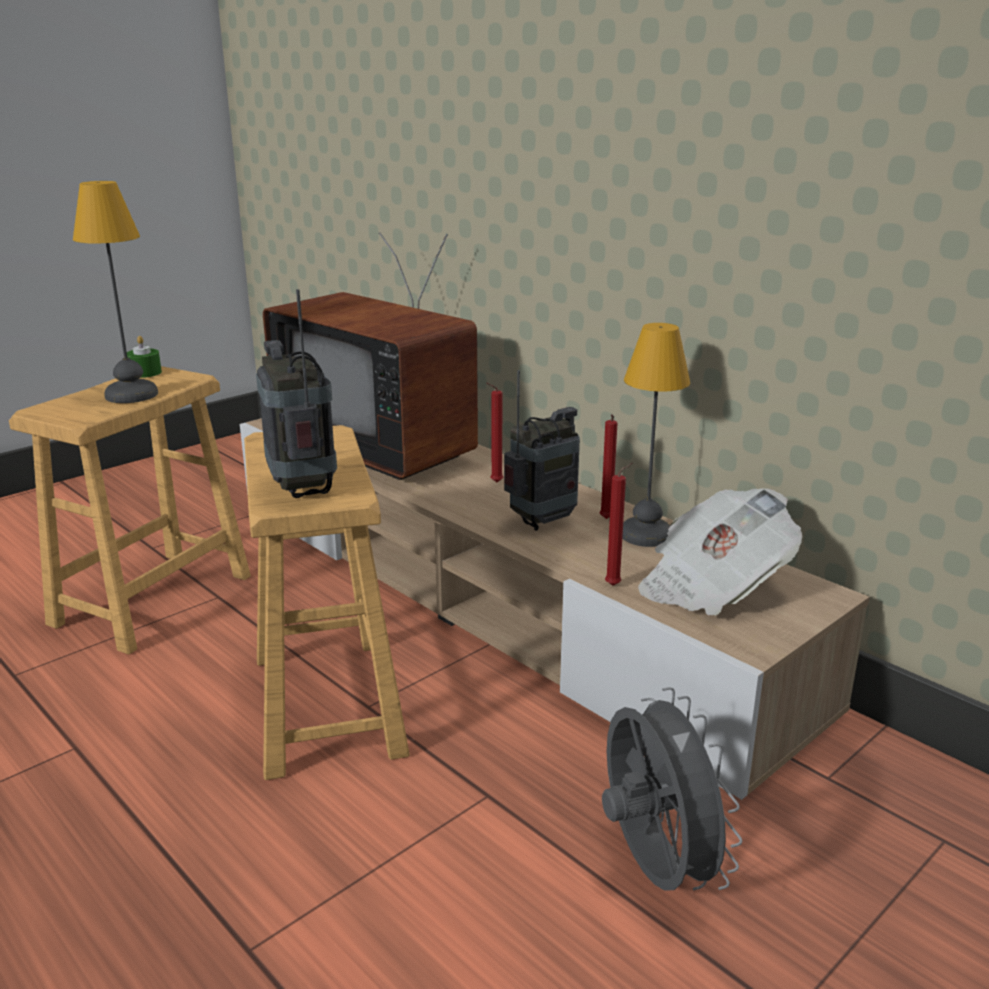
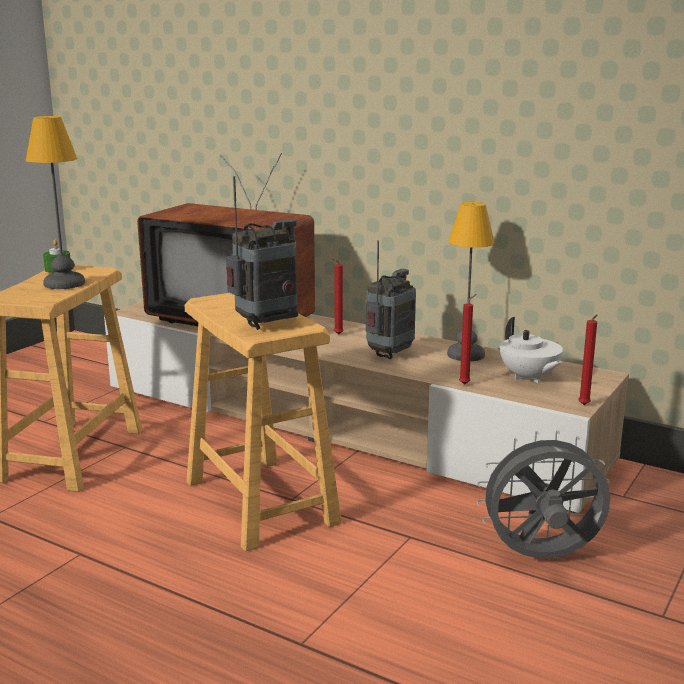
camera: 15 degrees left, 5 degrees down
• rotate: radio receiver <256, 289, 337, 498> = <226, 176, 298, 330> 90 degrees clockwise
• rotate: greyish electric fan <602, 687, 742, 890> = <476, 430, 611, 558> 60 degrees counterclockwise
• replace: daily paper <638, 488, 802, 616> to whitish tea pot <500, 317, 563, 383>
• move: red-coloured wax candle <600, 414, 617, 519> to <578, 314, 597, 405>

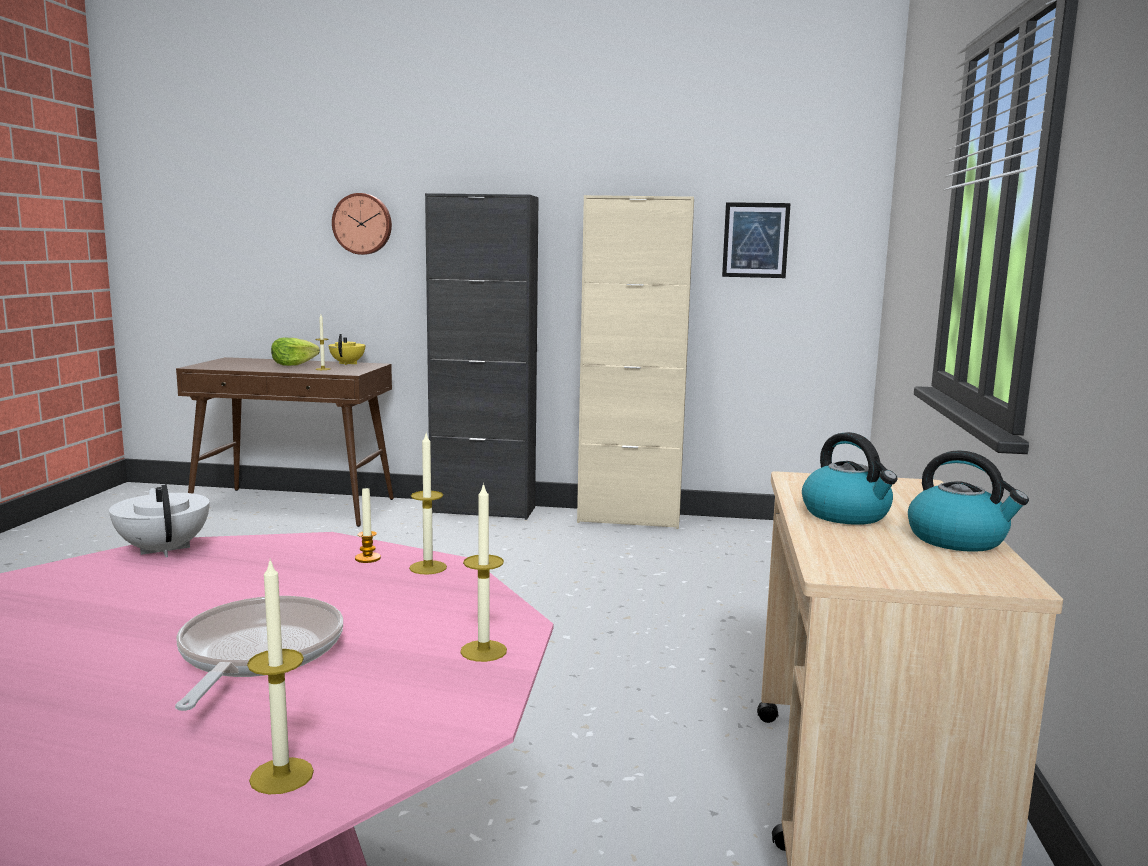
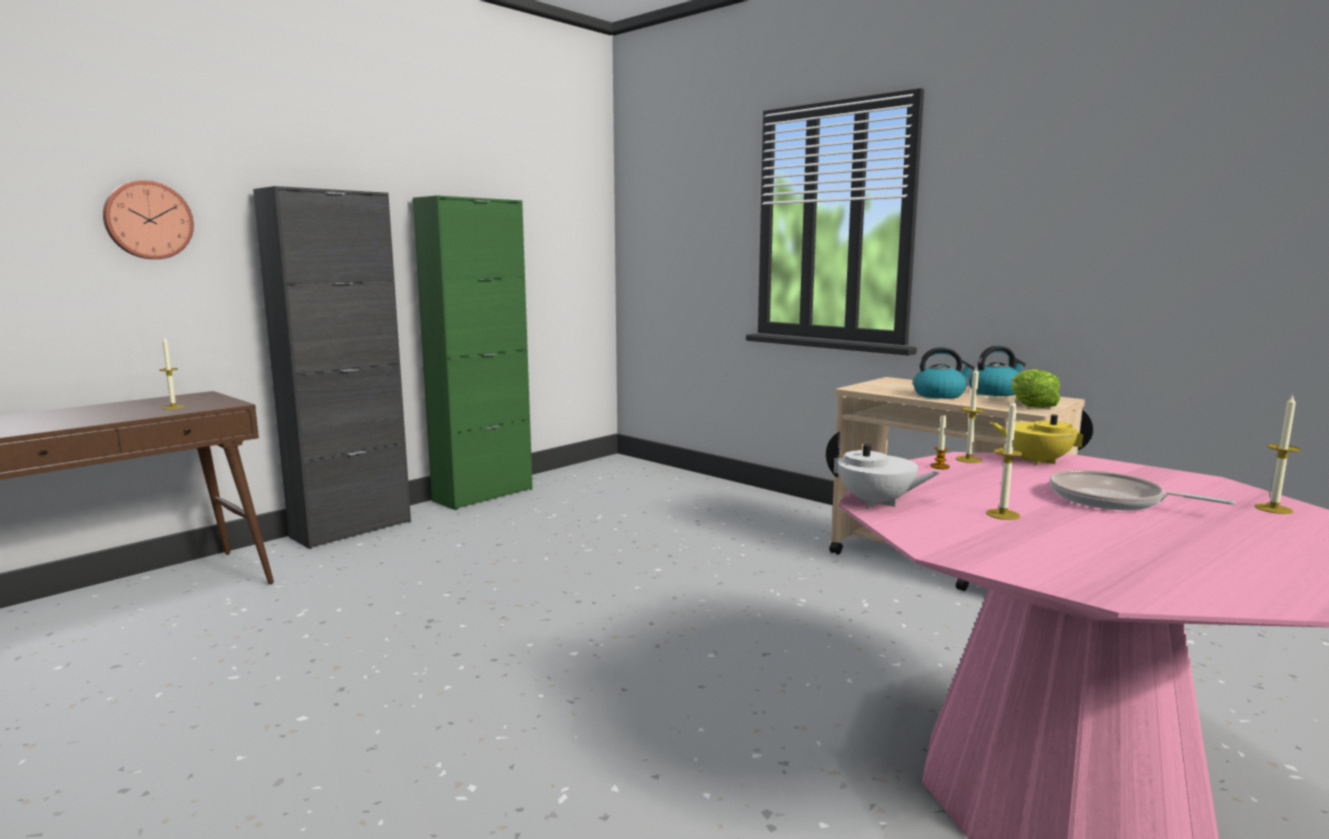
camera: 55 degrees left, 0 degrees up
• recolor: beige-coloured cabinet <577, 195, 694, 529> to greenish cabinet <413, 195, 533, 510>
• rotate: whitish tea pot <109, 484, 210, 557> = <826, 432, 939, 508> 150 degrees counterclockwise
• move: wax candle <460, 482, 507, 662> to <986, 399, 1024, 520>
• move: yellowish tea pot <329, 334, 365, 365> to <990, 410, 1093, 465>
• move: lettuce head <271, 338, 320, 366> to <1012, 369, 1060, 408>
• delete: wall art <722, 202, 791, 278>

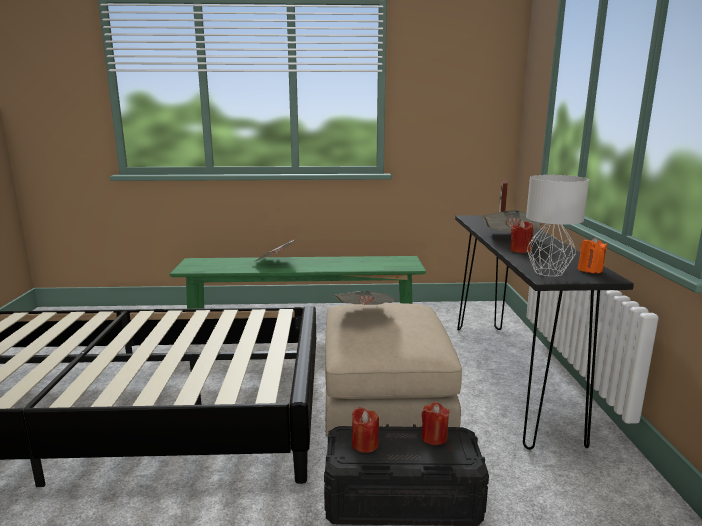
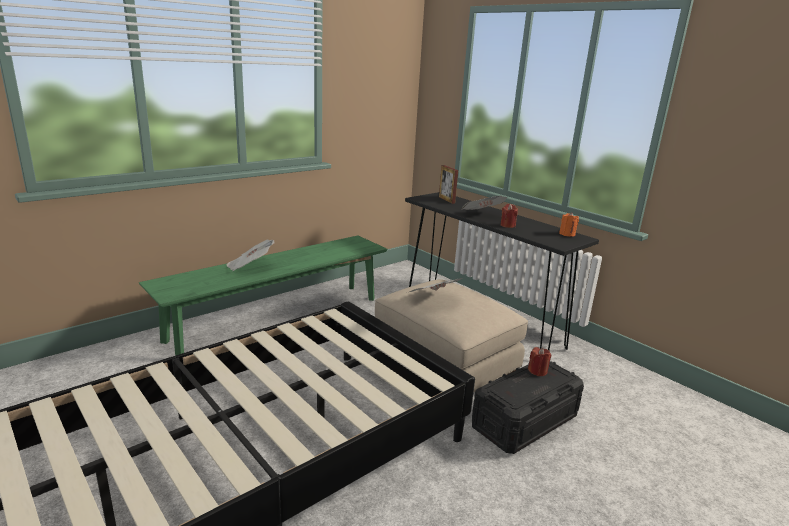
camera: 40 degrees left, 5 degrees up
• delete: red-coloured wax candle <352, 407, 379, 453>
• delete: greyish lamp for a table <526, 175, 589, 276>

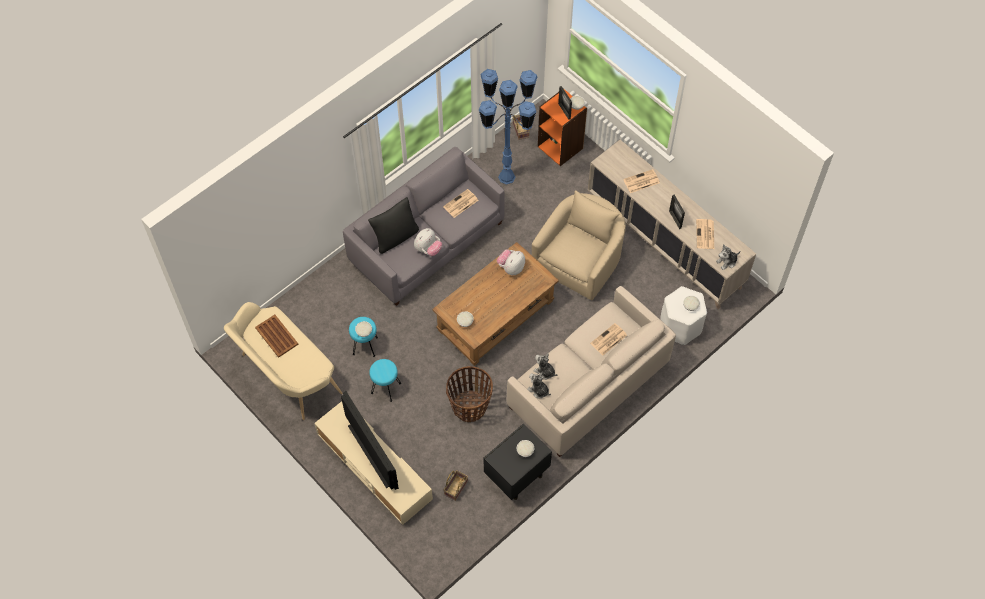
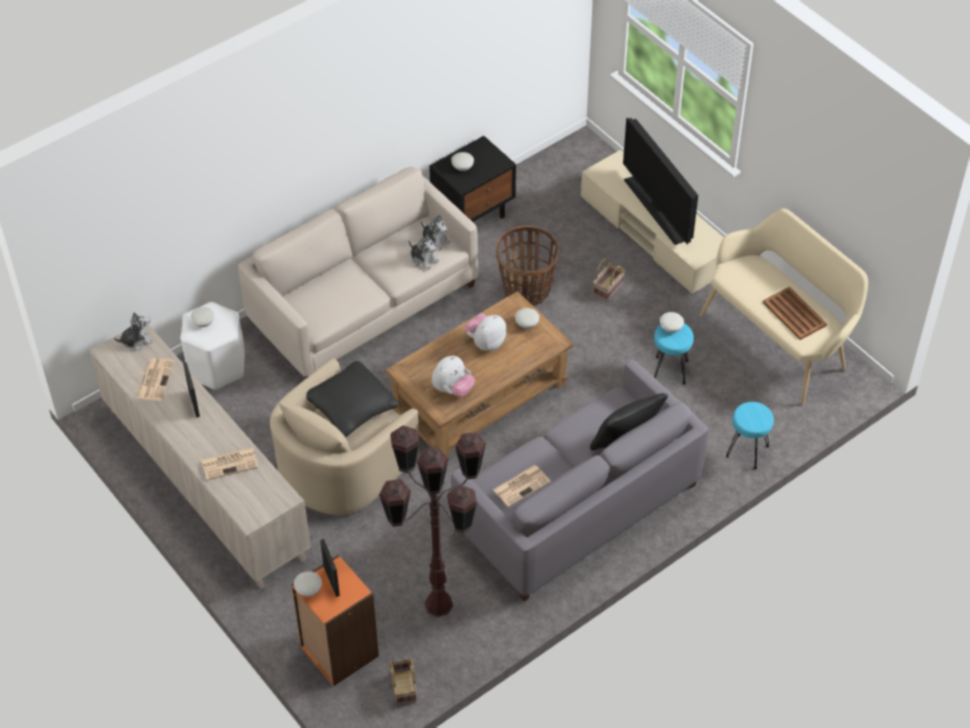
camera: 175 degrees left, 10 degrees down
• insert: black cushion <306, 361, 399, 438>
• recolor: blue standard lamp <479, 69, 537, 185> to brown-coloured standard lamp <379, 425, 486, 617>
• move: soft toy <414, 228, 442, 256> to <465, 314, 507, 351>
• move: household basket <444, 470, 468, 501> to <593, 258, 625, 302>
• move: turquoise-coloured sitting stool <369, 359, 401, 402> to <726, 402, 774, 469>
• delete: daily paper <590, 323, 627, 355>

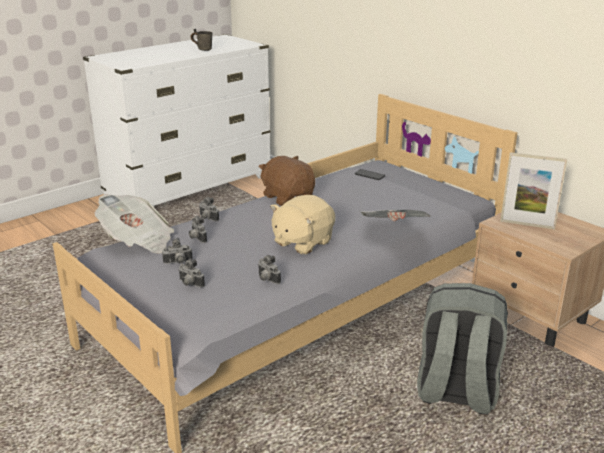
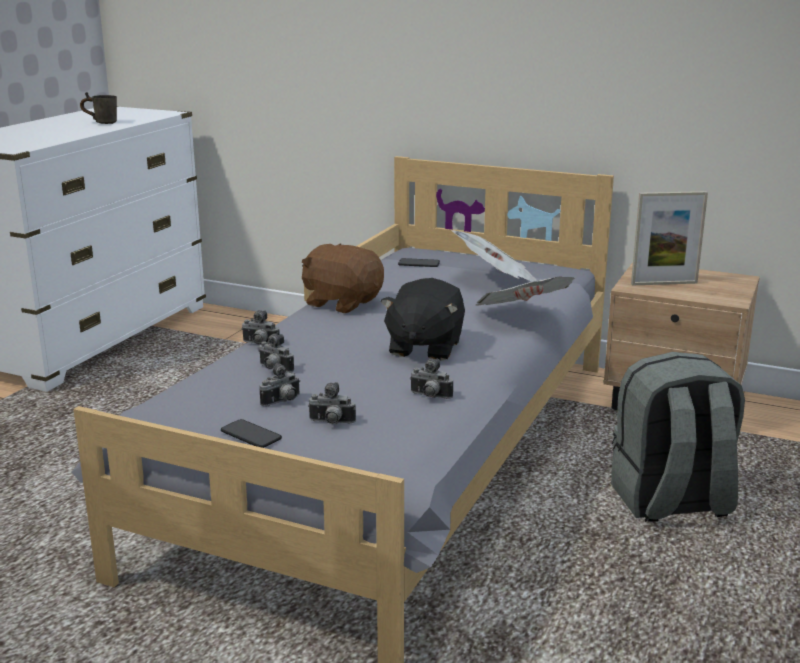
camera: 25 degrees left, 5 degrees down
• insert: handset <221, 419, 282, 448>
• recolor: beige-coloured soft toy <270, 195, 335, 255> to black soft toy <380, 278, 465, 361>
• move: daily paper <94, 194, 174, 254> to <451, 230, 538, 282>

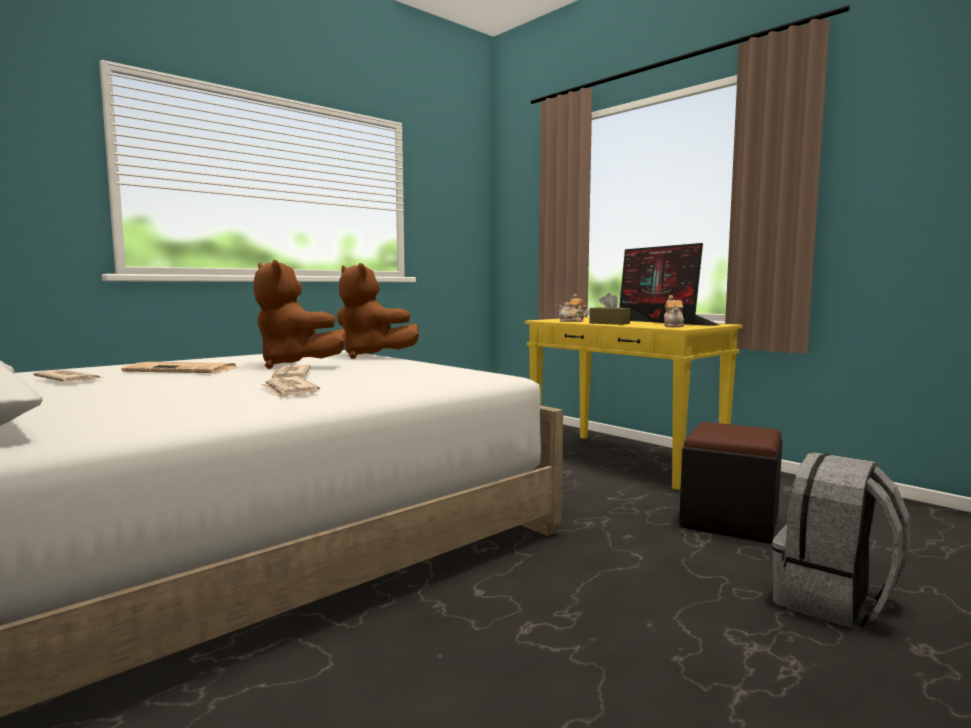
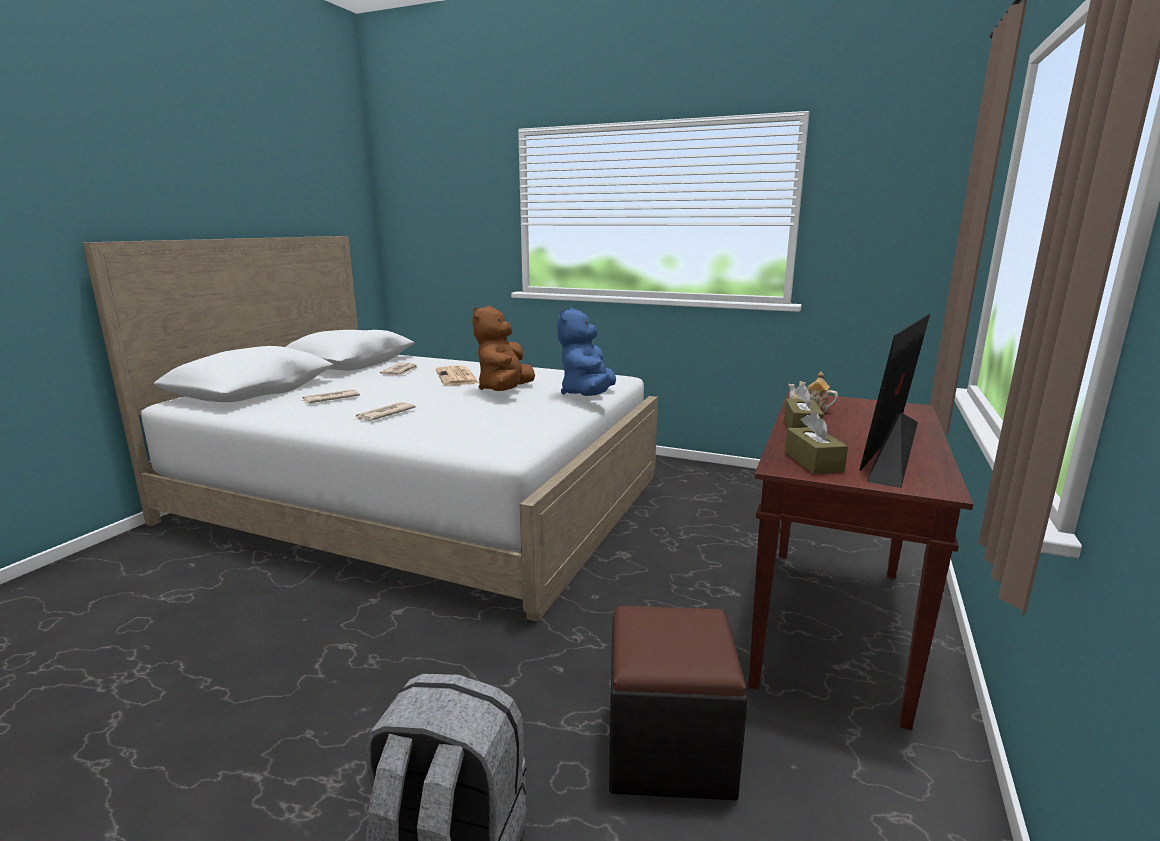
camera: 65 degrees right, 10 degrees up
• move: daily paper <271, 365, 311, 379> to <301, 389, 360, 404>
• recolor: brown-coloured soft toy <337, 263, 419, 359> to blue soft toy <557, 308, 616, 396>
• recolor: yellowish hall table <525, 317, 743, 491> to brown-coloured hall table <748, 392, 973, 730>
• replace: tea pot <664, 295, 685, 327> to brown-coloured tissue box <785, 412, 848, 474>

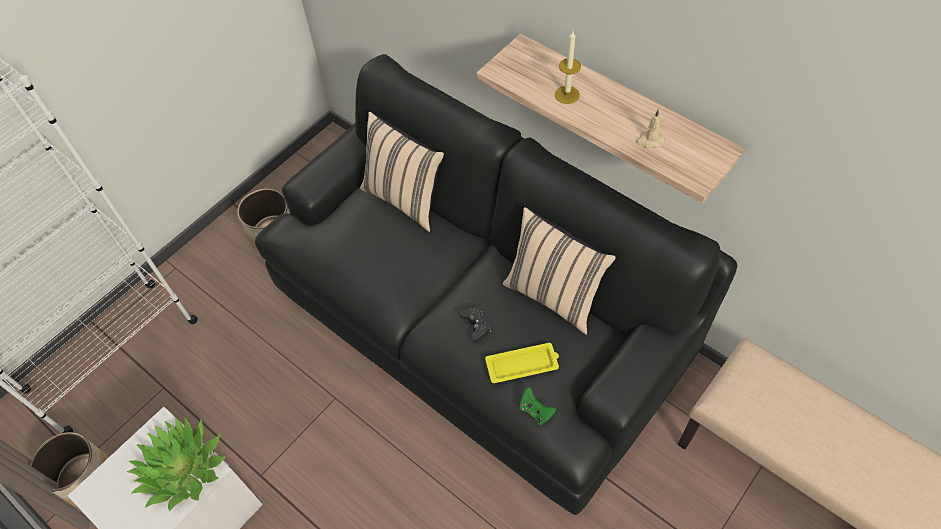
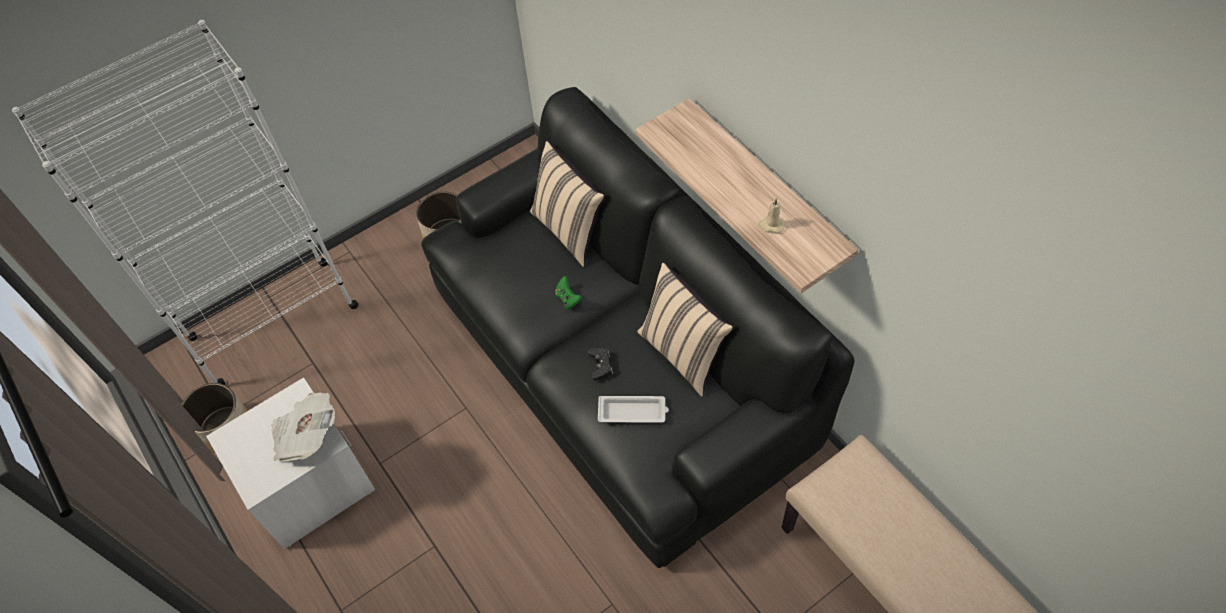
camera: 15 degrees right, 0 degrees up
• replace: houseplant <127, 417, 226, 511> to daily paper <271, 392, 335, 462>
• move: greenish game controller <519, 387, 556, 425> to <555, 276, 582, 310>
• recolor: yellowish carrying tray <485, 343, 559, 383> to whitish carrying tray <598, 396, 669, 423>
• delete: wax candle <555, 31, 581, 104>

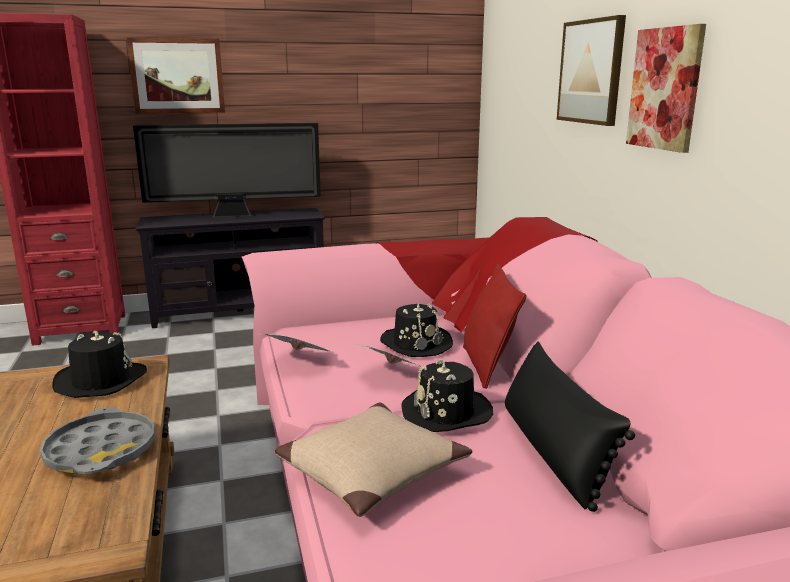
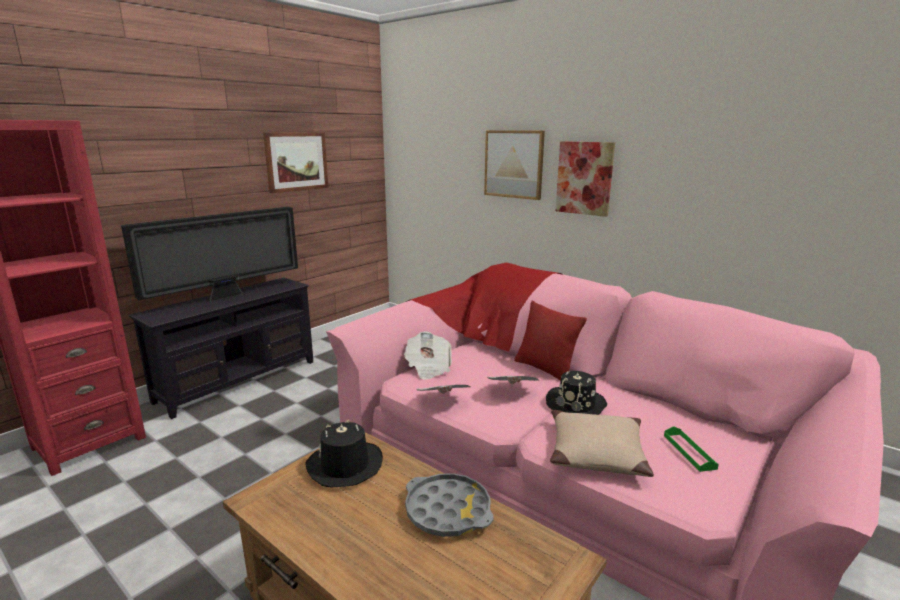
camera: 35 degrees left, 0 degrees up
• move: wall art <126, 37, 225, 114> to <263, 132, 329, 193>
• insert: daily paper <404, 332, 452, 380>
• insert: greenish carrying tray <664, 426, 719, 472>
• delete: black hat <380, 303, 453, 357>
• delete: black cushion <505, 341, 635, 512>

